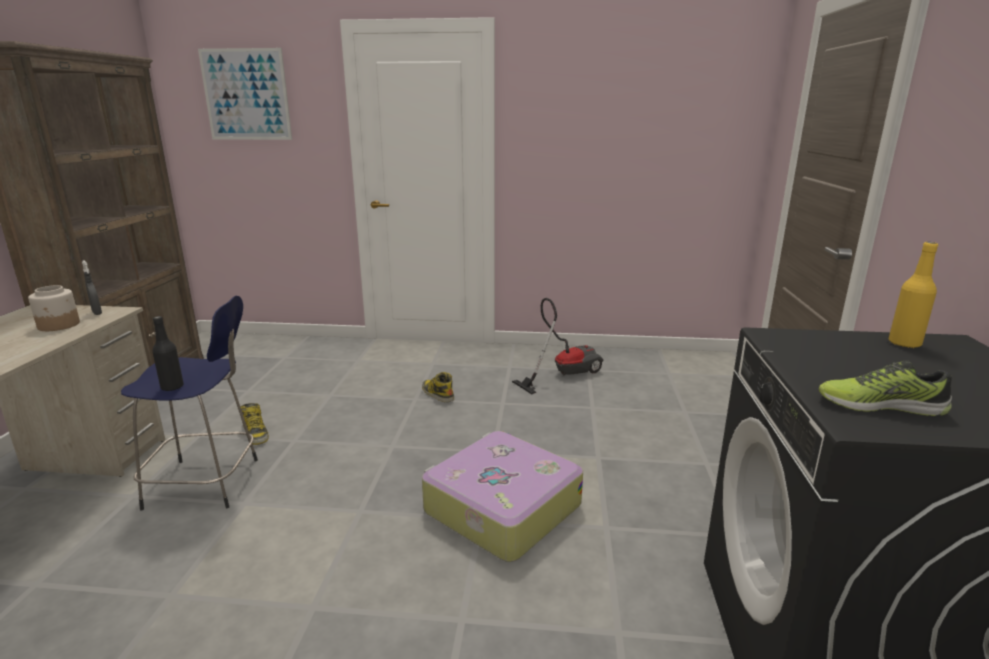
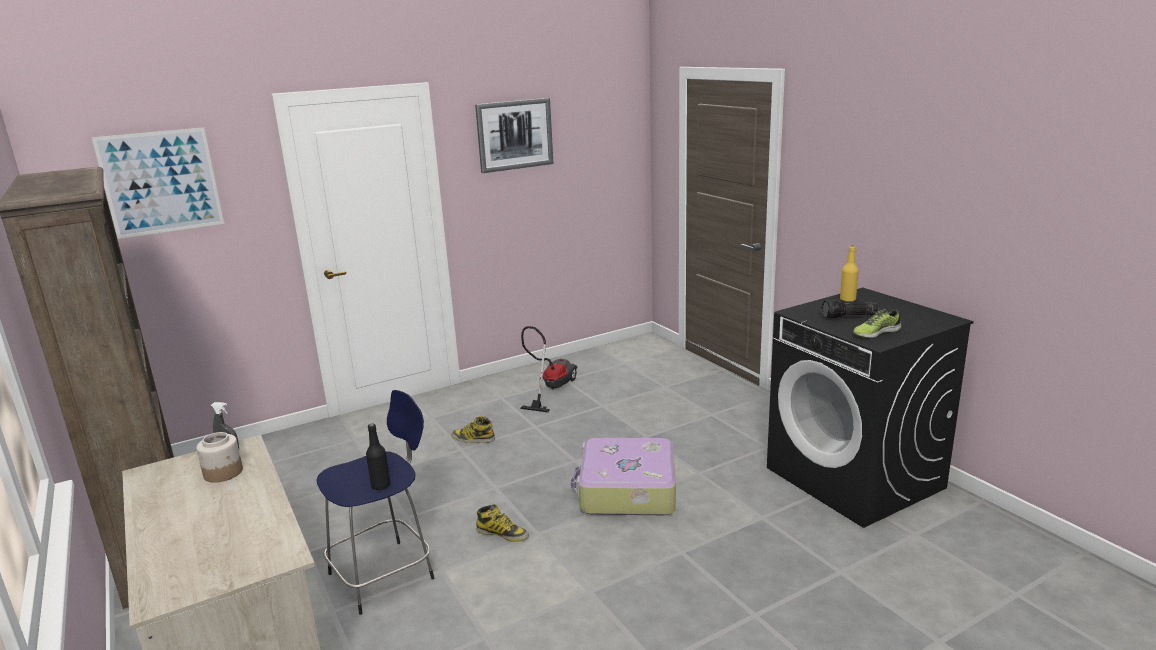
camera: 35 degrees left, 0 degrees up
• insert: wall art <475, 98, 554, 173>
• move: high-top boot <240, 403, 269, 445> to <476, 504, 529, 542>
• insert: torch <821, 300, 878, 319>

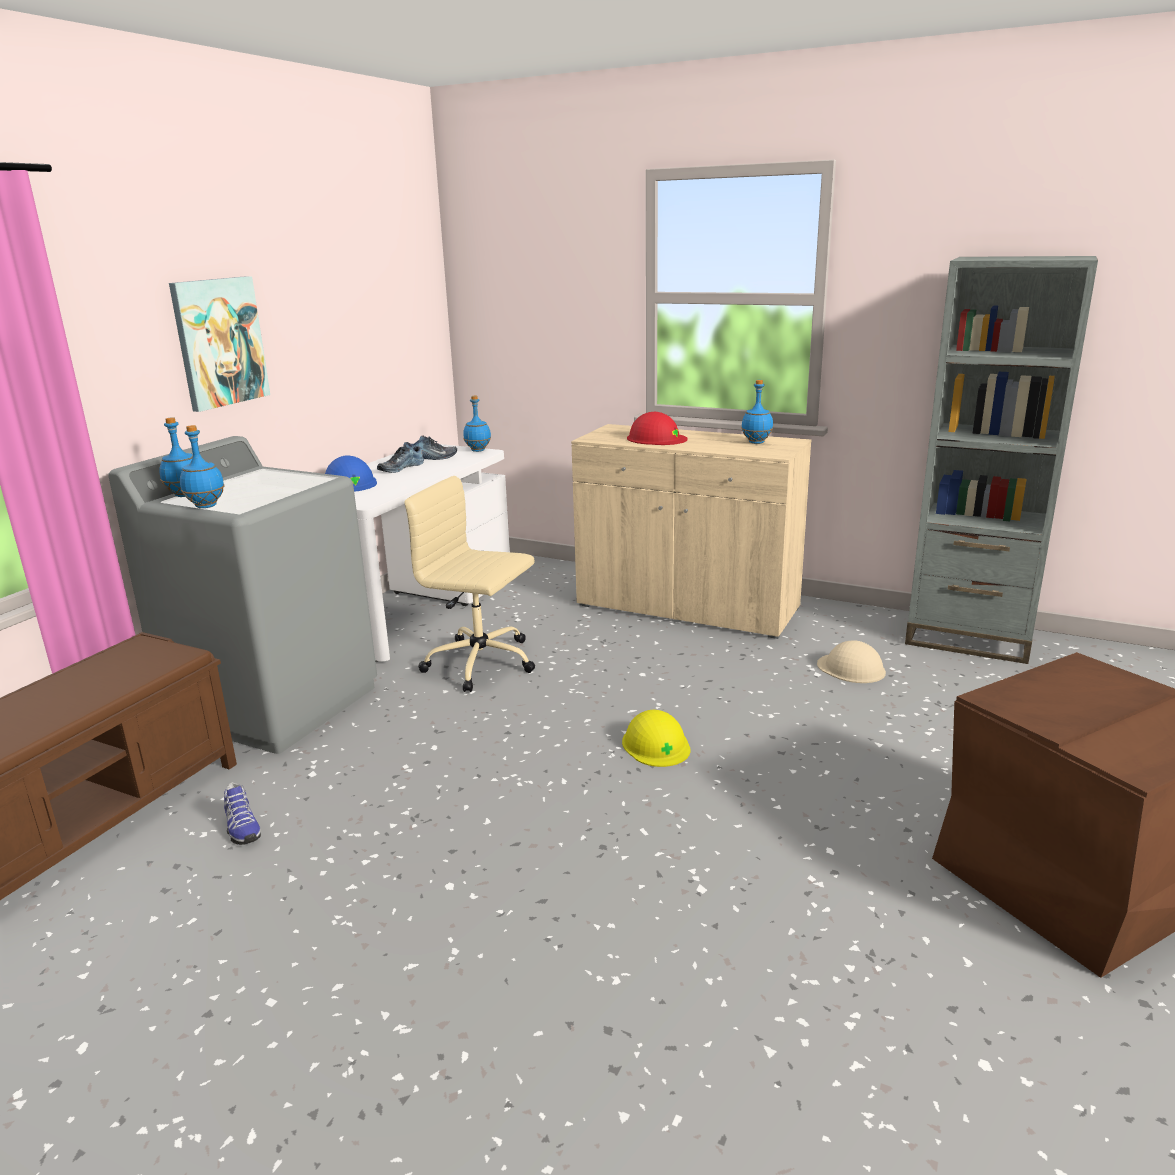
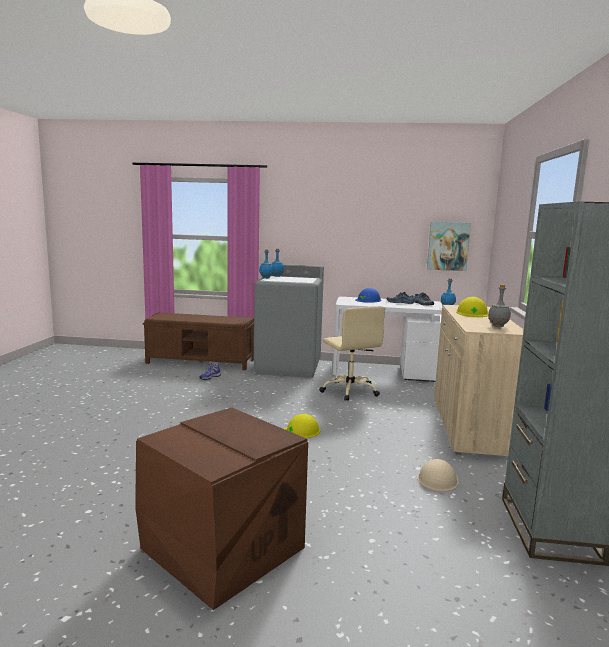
camera: 70 degrees right, 10 degrees down
• rotate: beige-coloured computer chair <404, 476, 535, 692> = <319, 306, 385, 401> 150 degrees clockwise
• move: wall art <169, 276, 270, 412> to <427, 222, 471, 271>
• recolor: red-coloured safety helmet <627, 412, 688, 445> to yellowish safety helmet <456, 297, 488, 317>
• recolor: blue drink bottle <741, 380, 773, 444> to greyish drink bottle <488, 285, 511, 327>

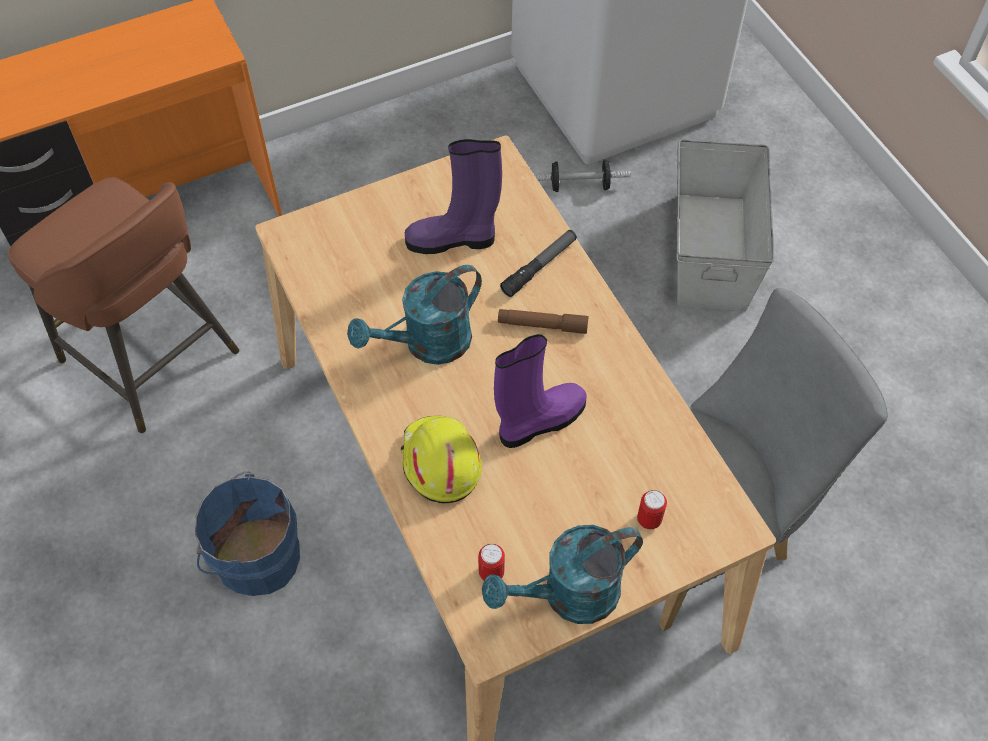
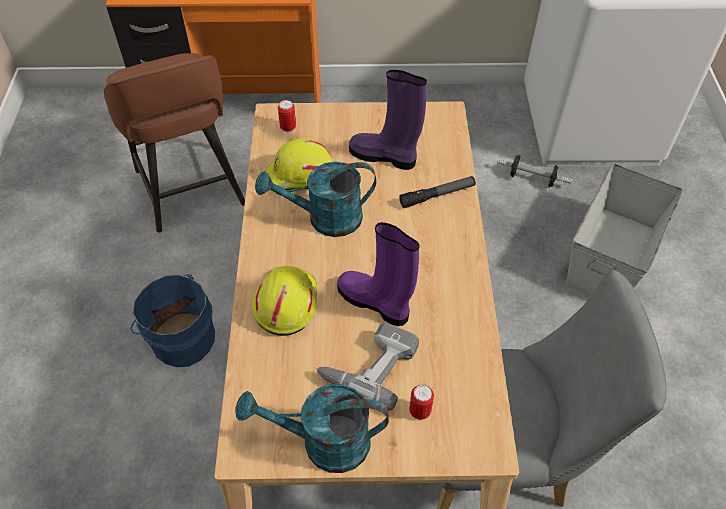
camera: 25 degrees right, 5 degrees down
• insert: yellowish safety helmet <265, 138, 334, 194>
• move: can <478, 544, 505, 580> to <278, 100, 296, 132>
• insert: electric drill <316, 323, 419, 410>
• rotate: purple high-top boot <494, 334, 587, 448> = <337, 222, 419, 326> 135 degrees counterclockwise
• delete: brown-coloured torch <498, 309, 589, 334>

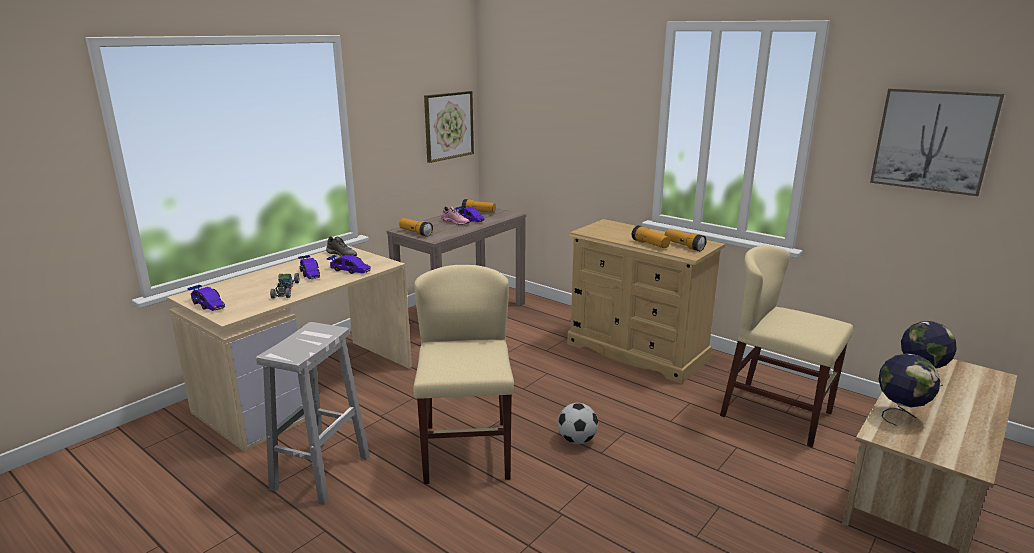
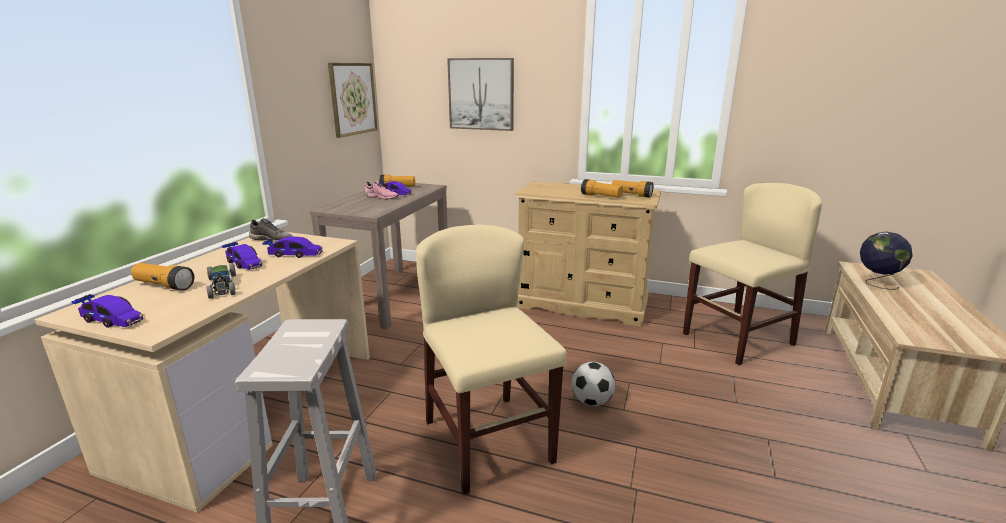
camera: 20 degrees left, 0 degrees up
• move: torch <399, 218, 433, 237> to <131, 263, 194, 290>
• move: wall art <870, 88, 1004, 196> to <447, 58, 514, 131>
• rotate: beige-coloured chair <720, 246, 853, 447> = <683, 183, 822, 365> 135 degrees clockwise
• delete: globe <878, 353, 940, 426>

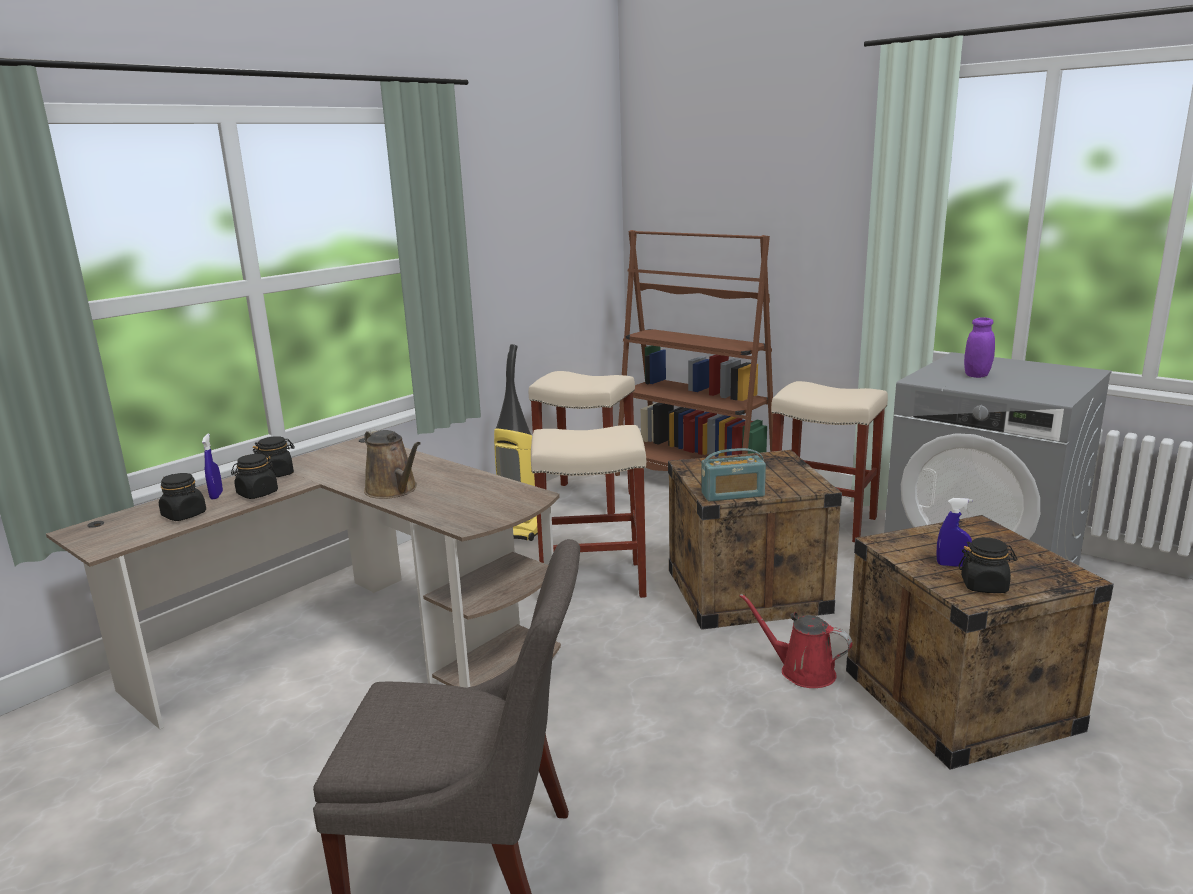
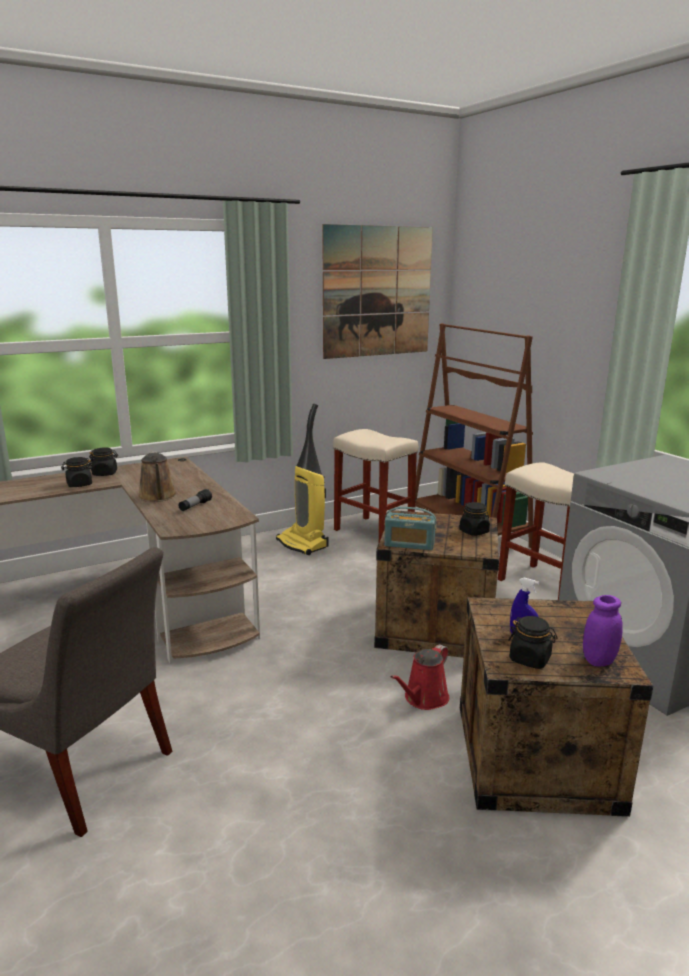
camera: 20 degrees right, 0 degrees up
• insert: torch <178, 489, 212, 511>
• insert: wall art <322, 224, 433, 359>
• rotate: red-coloured watering pot <740, 594, 852, 688> = <390, 645, 449, 710> 105 degrees counterclockwise
• move: black preserve jar <159, 473, 206, 521> to <459, 502, 490, 536>
• move: purple preserve jar <964, 317, 995, 378> to <583, 595, 623, 667>
• delete: blue hand sprayer <202, 434, 223, 499>
• delete: beige-coloured sitting stool <531, 425, 646, 598>

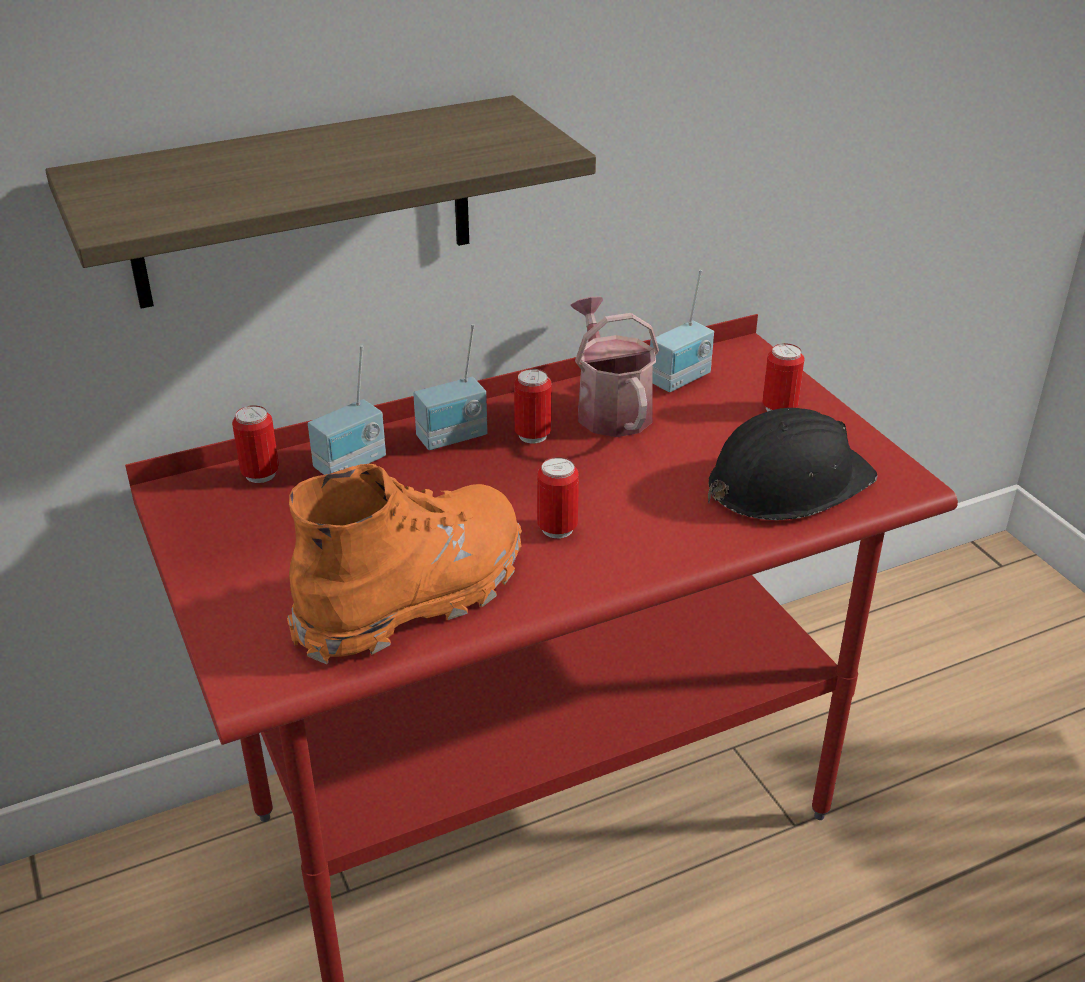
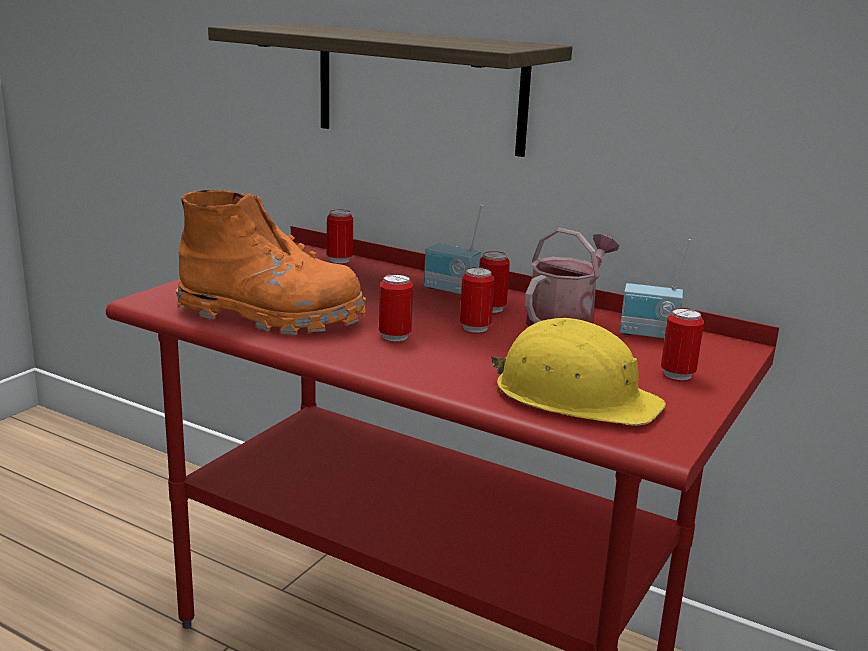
camera: 55 degrees right, 15 degrees down
• insert: can <460, 267, 495, 332>
• recolor: black safety helmet <708, 408, 878, 520> to yellowish safety helmet <491, 318, 666, 426>
• delete: radio receiver <308, 345, 386, 475>

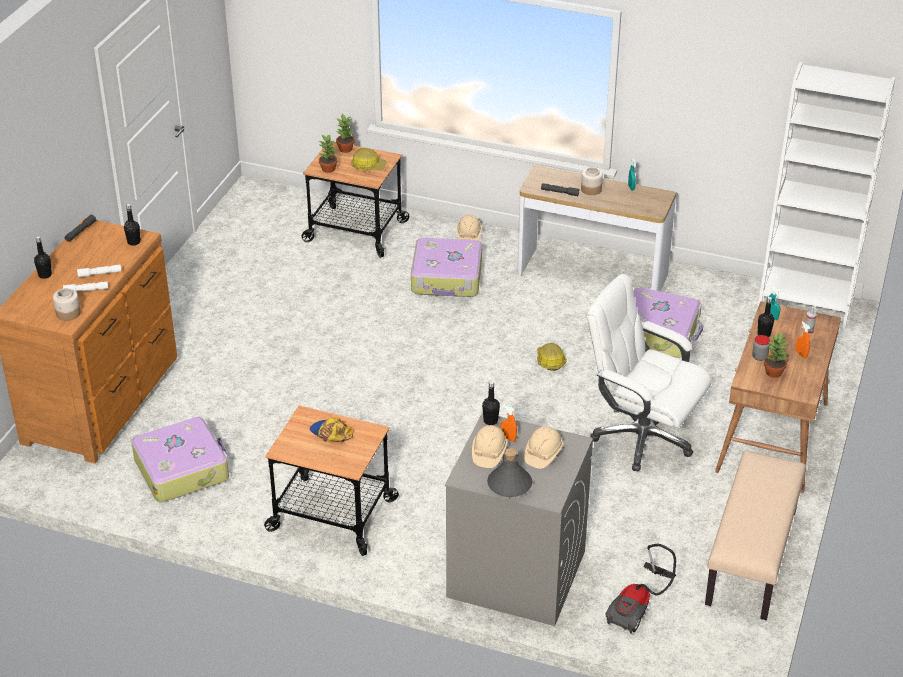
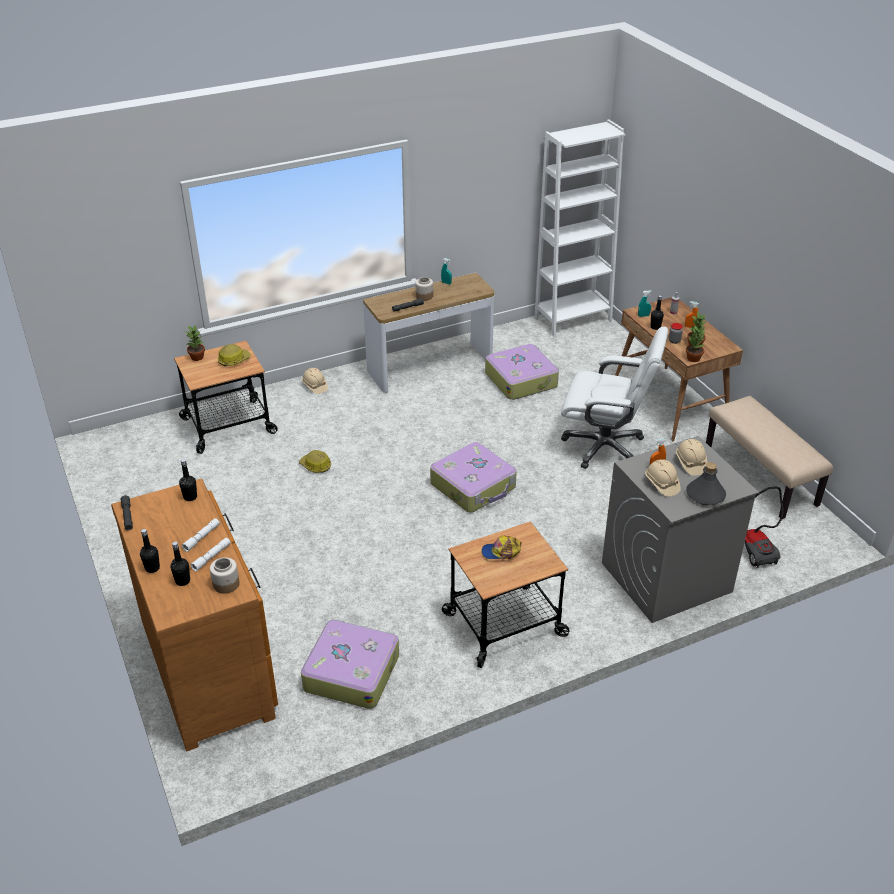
camera: 45 degrees left, 0 degrees up
• move: black drink bottle <482, 381, 500, 425> to <170, 542, 190, 586>
• move: safety helmet <537, 343, 567, 371> to <299, 450, 331, 473>
• move: suitcase <411, 238, 482, 297> to <430, 442, 517, 513>
• rotate: whitish computer chair <587, 274, 712, 471> = <561, 326, 668, 469> 150 degrees counterclockwise
• move: houseplant <319, 134, 338, 173> to <686, 326, 705, 362>

